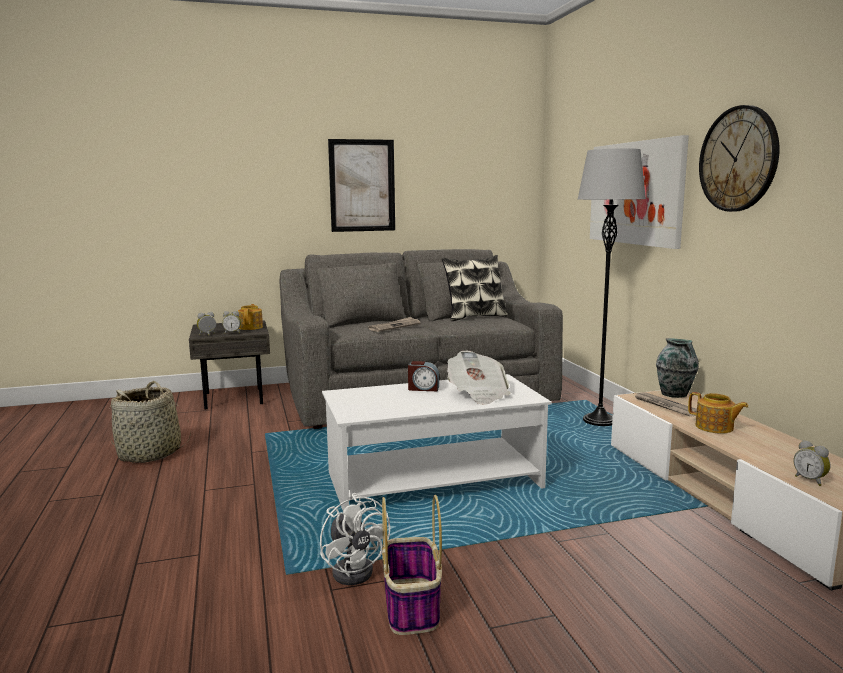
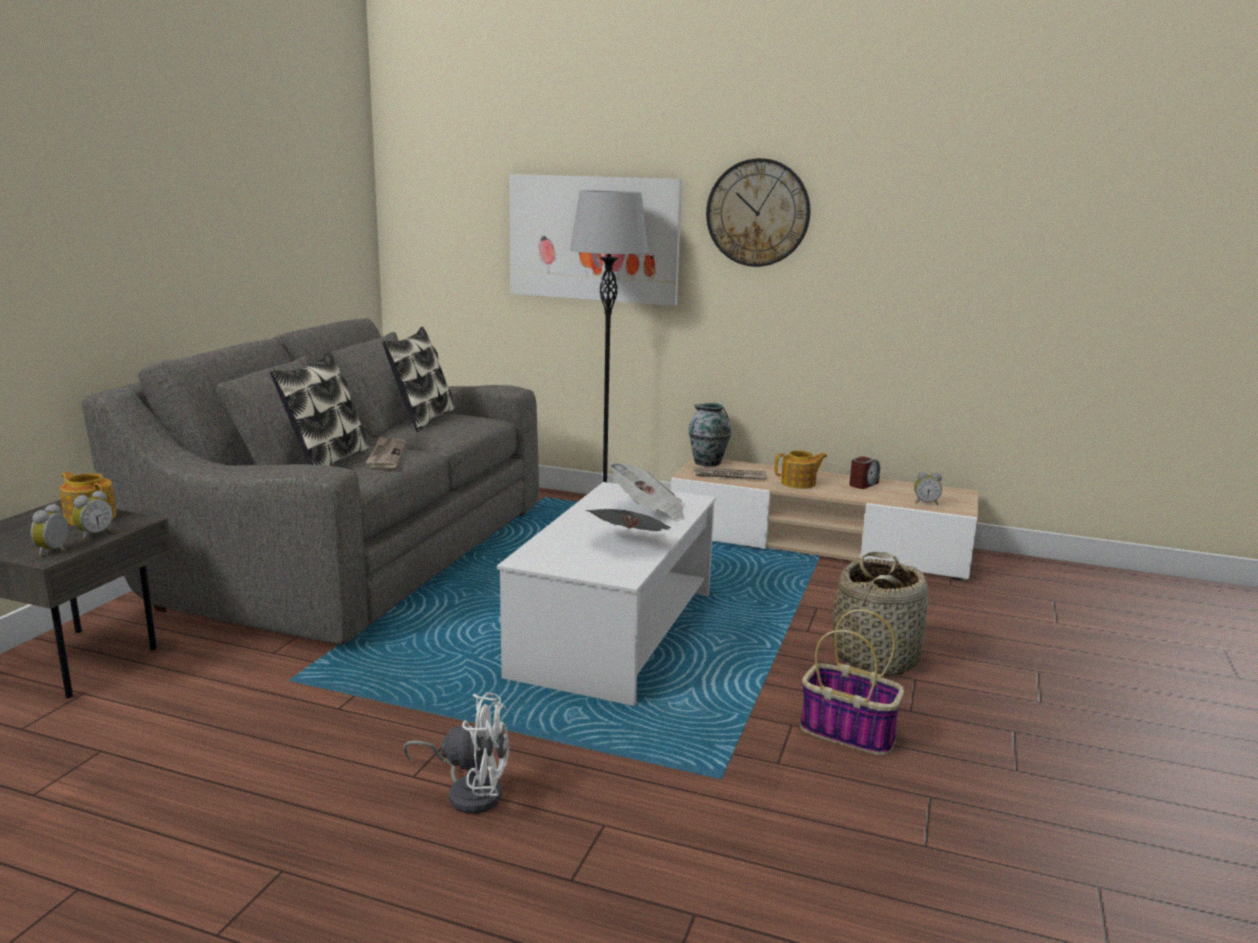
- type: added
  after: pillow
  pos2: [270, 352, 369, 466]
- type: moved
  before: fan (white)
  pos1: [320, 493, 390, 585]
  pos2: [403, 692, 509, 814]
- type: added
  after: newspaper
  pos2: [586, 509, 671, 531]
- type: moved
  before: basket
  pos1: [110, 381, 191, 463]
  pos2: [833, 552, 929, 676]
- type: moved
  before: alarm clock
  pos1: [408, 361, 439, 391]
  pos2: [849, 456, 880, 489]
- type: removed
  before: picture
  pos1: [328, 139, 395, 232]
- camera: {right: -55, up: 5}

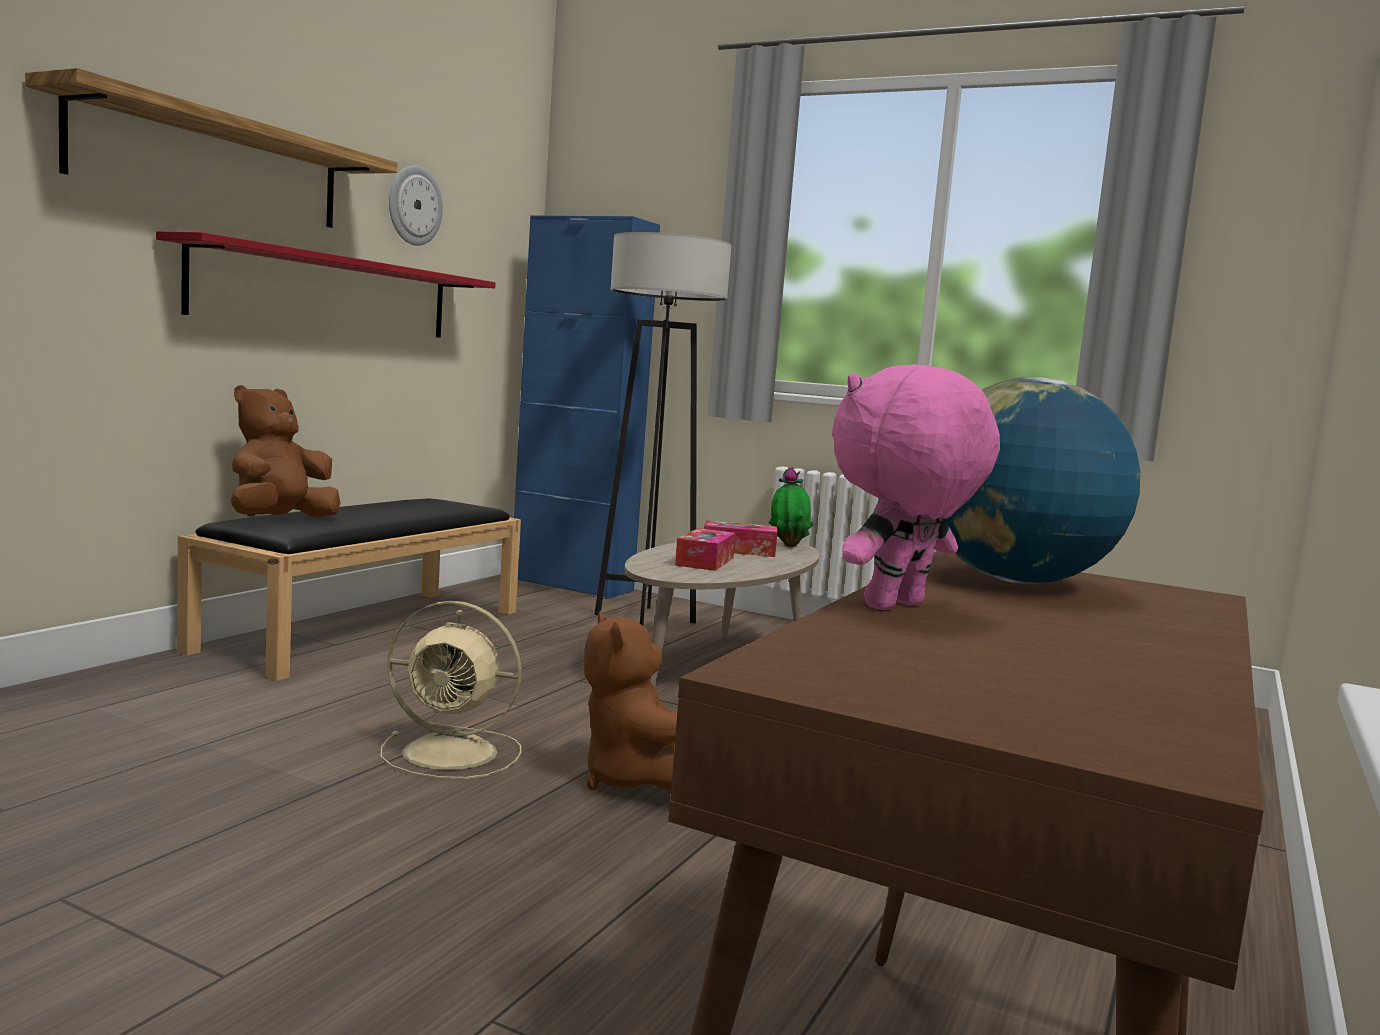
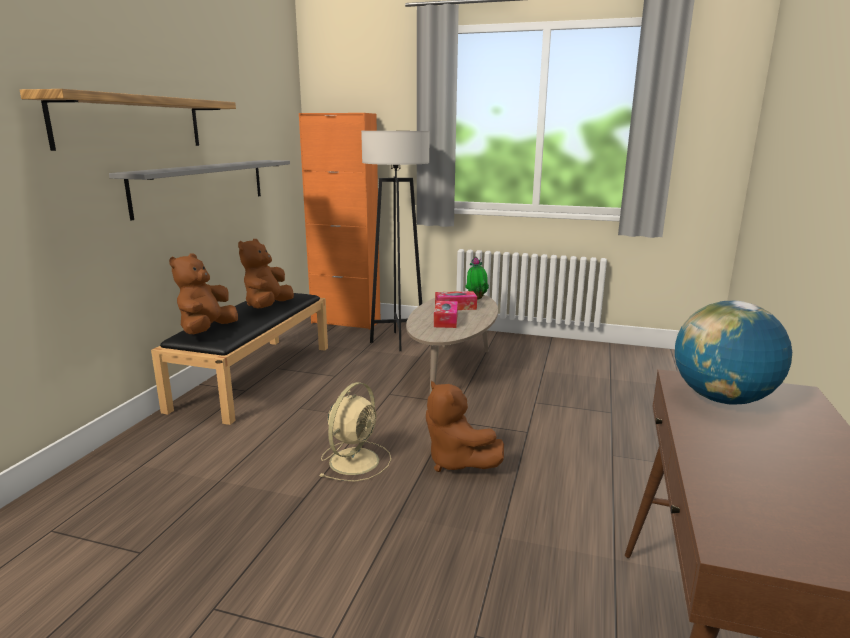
- type: recoloured
  before: shelf (red)
  after: shelf (grey)
  pos1: [156, 231, 496, 338]
  pos2: [109, 160, 290, 221]
- type: added
  after: plush toy (brown)
  pos2: [238, 239, 294, 308]
- type: recoloured
  before: cabinet (blue)
  after: cabinet (orange)
  pos1: [514, 215, 660, 599]
  pos2: [299, 113, 380, 330]
- type: turned
  before: fan (beige)
  pos1: [380, 601, 522, 779]
  pos2: [320, 382, 391, 482]
  turn: -60
- type: removed
  before: wall clock
  pos1: [389, 165, 443, 246]
- type: removed
  before: plush toy (pink)
  pos1: [832, 364, 1000, 610]
- camera: {right: -10, up: 10}

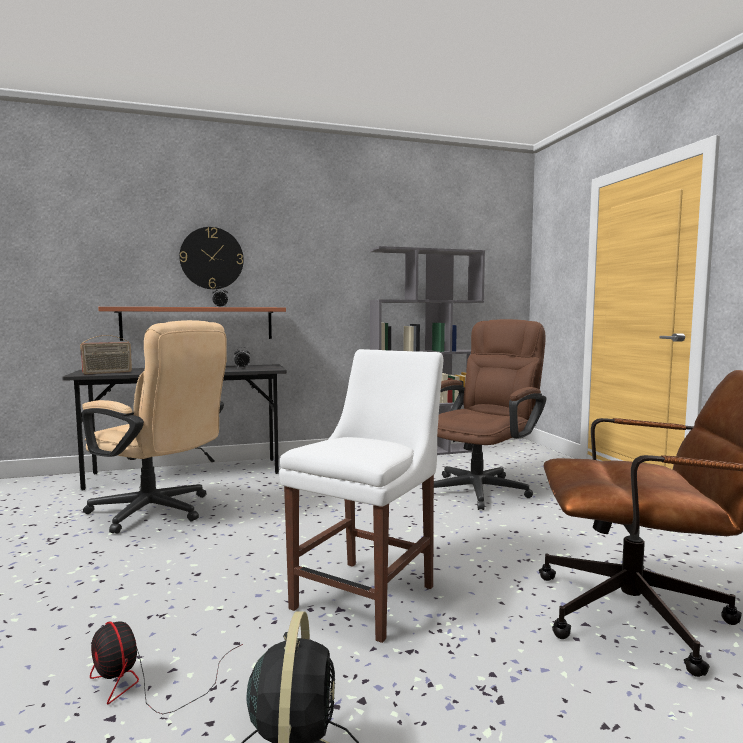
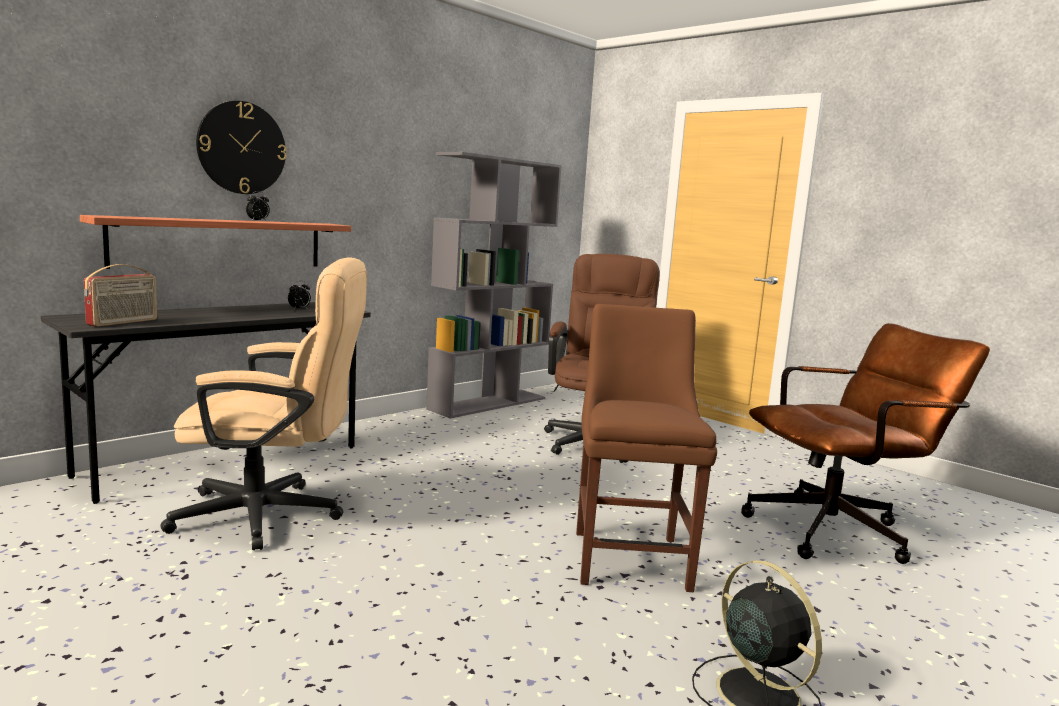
- type: recoloured
  before: chair (white)
  after: chair (brown)
  pos1: [279, 349, 443, 643]
  pos2: [576, 304, 717, 592]
- type: removed
  before: fan
  pos1: [90, 621, 243, 714]
- camera: {right: -30, up: 5}

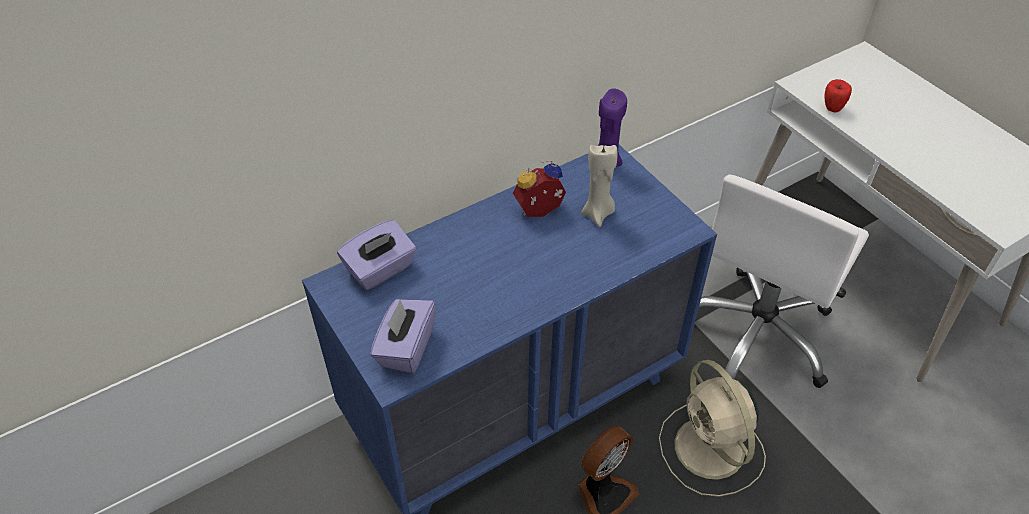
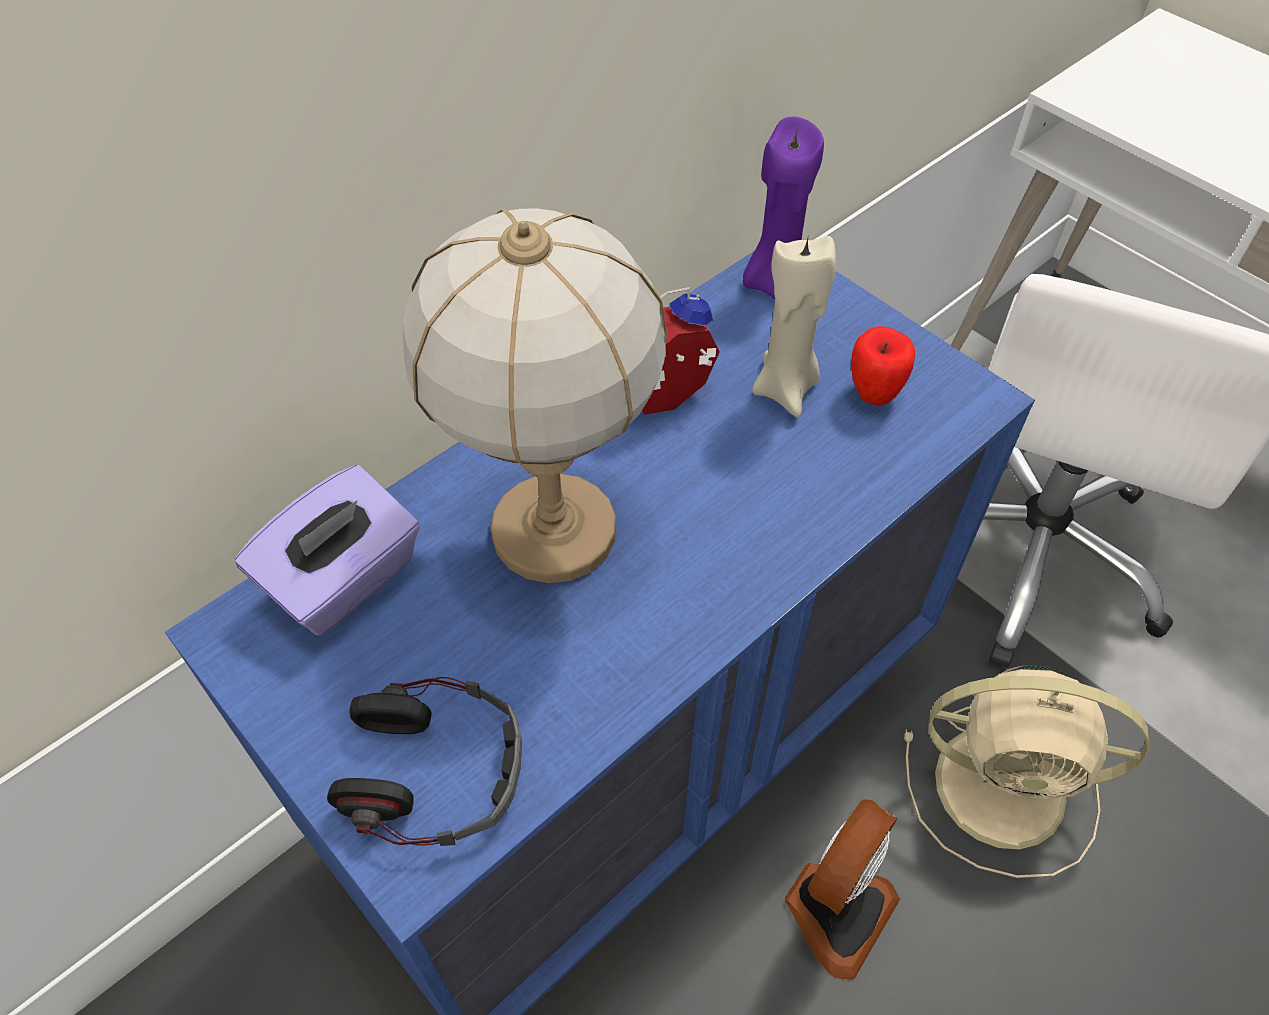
- type: replaced
  before: tissue box (purple)
  after: headphones
  pos1: [370, 299, 436, 373]
  pos2: [327, 677, 522, 846]
- type: added
  after: table lamp
  pos2: [403, 209, 668, 583]
- type: moved
  before: apple
  pos1: [824, 79, 852, 112]
  pos2: [851, 326, 915, 406]
- type: turned
  before: fan (beige)
  pos1: [659, 360, 766, 497]
  pos2: [904, 665, 1149, 878]
  turn: -45
- camera: {right: -10, up: 5}

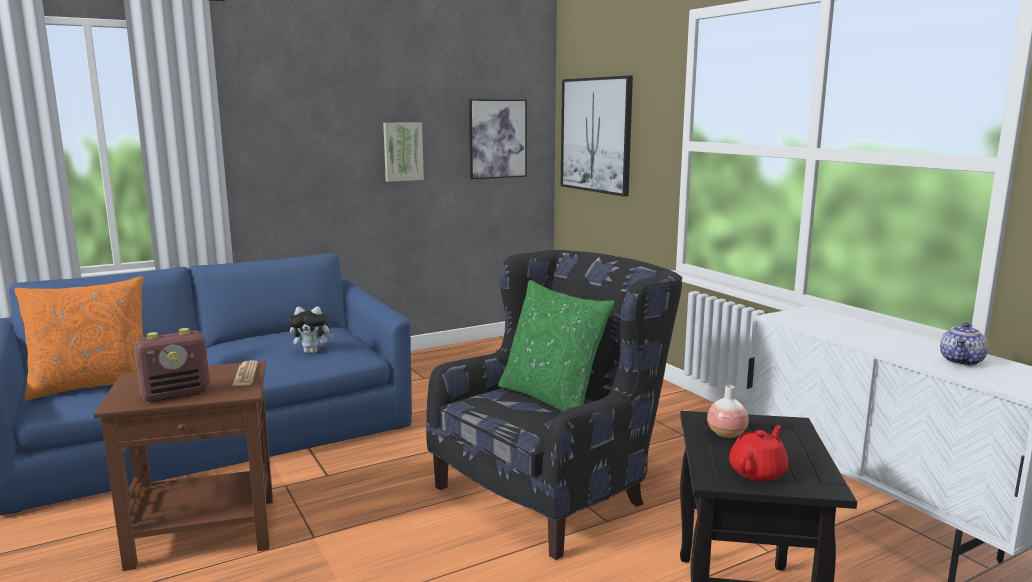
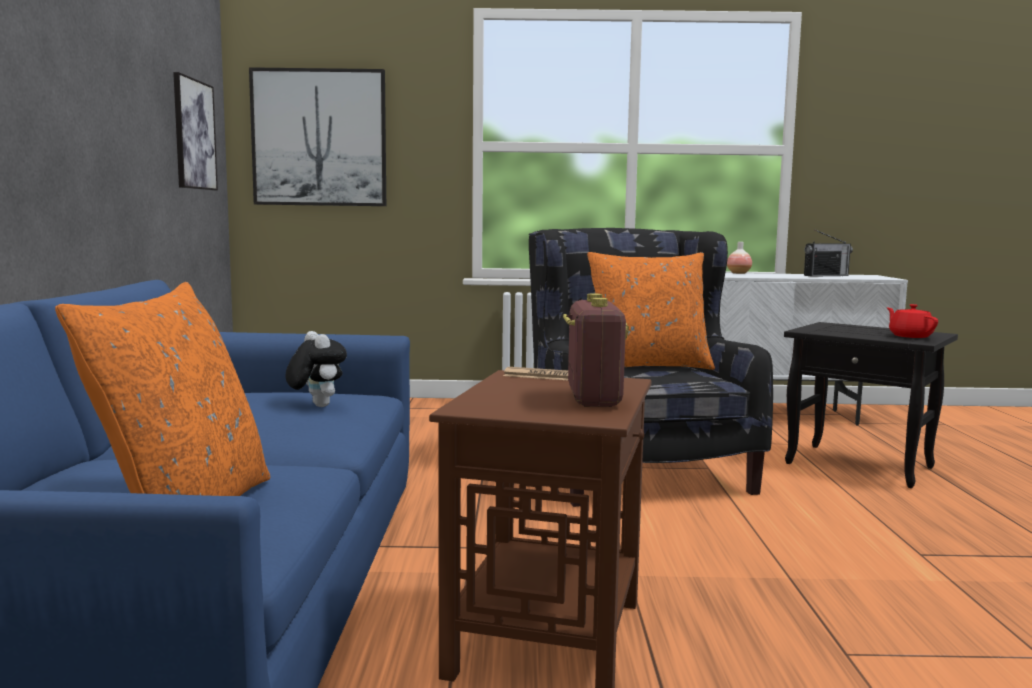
- type: turned
  before: plush toy
  pos1: [288, 307, 334, 353]
  pos2: [285, 331, 347, 407]
  turn: -60
- type: recoloured
  before: pillow (green)
  after: pillow (orange)
  pos1: [498, 280, 615, 412]
  pos2: [587, 252, 715, 370]
- type: moved
  before: vase
  pos1: [707, 385, 749, 438]
  pos2: [727, 242, 752, 274]
- type: replaced
  before: teapot
  after: radio
  pos1: [940, 322, 988, 366]
  pos2: [804, 230, 853, 277]
- type: removed
  before: picture
  pos1: [383, 122, 424, 182]
- camera: {right: -60, up: -5}

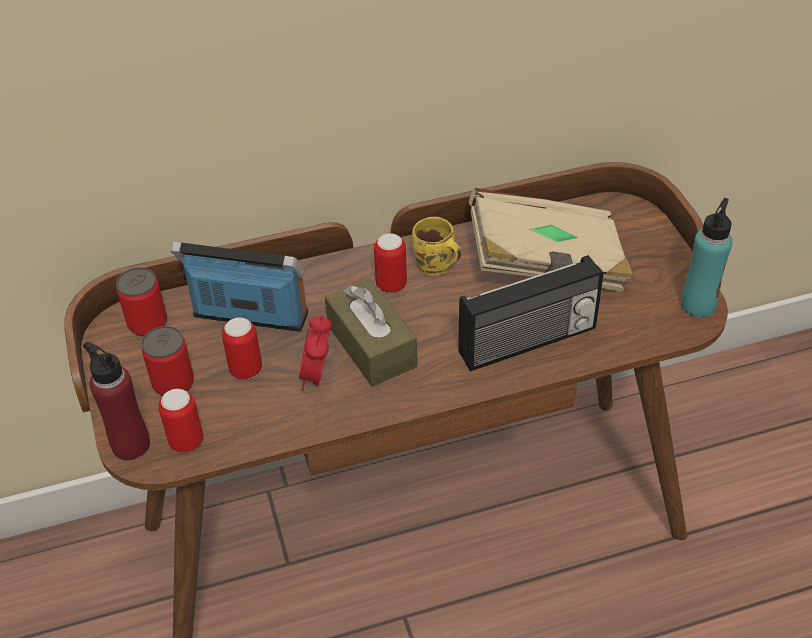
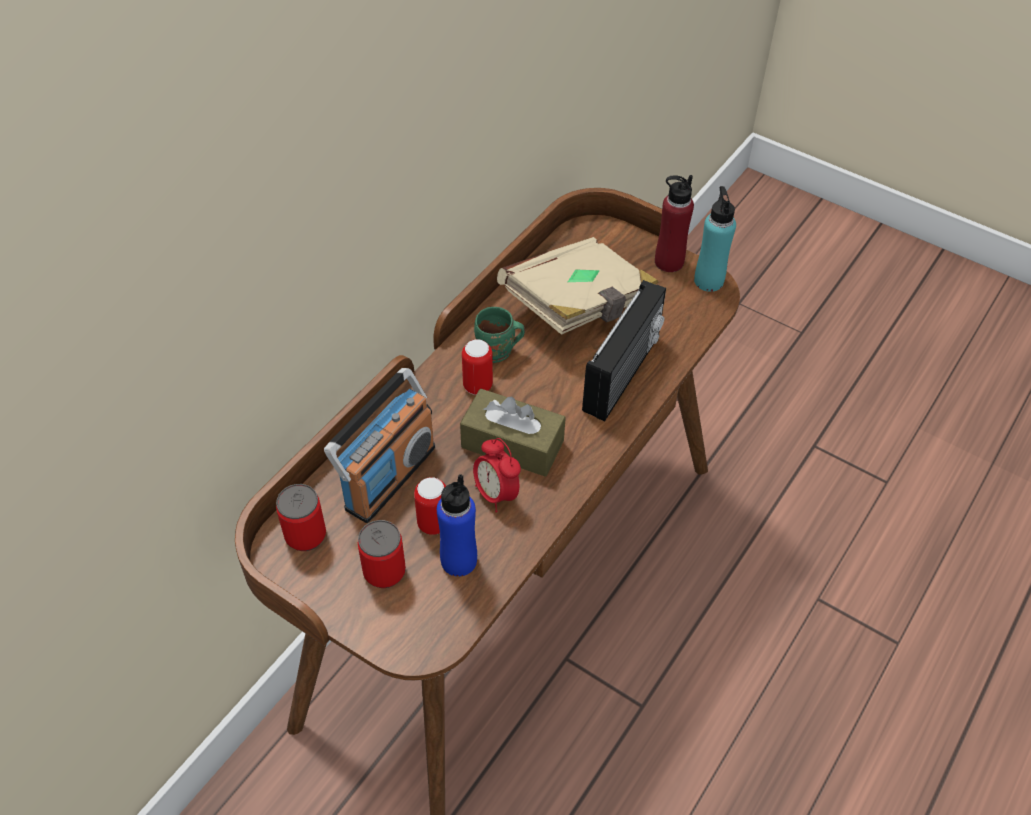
- type: turned
  before: radio
  pos1: [171, 242, 308, 331]
  pos2: [324, 368, 435, 523]
  turn: 150
- type: added
  after: bottle (blue)
  pos2: [437, 474, 477, 577]
- type: recoloured
  before: mug (yellow)
  after: mug (green)
  pos1: [412, 217, 461, 276]
  pos2: [474, 307, 525, 363]
- type: moved
  before: bottle (red)
  pos1: [83, 342, 150, 460]
  pos2: [655, 175, 694, 272]
- type: removed
  before: can
  pos1: [158, 389, 203, 453]
- camera: {right: -40, up: 5}

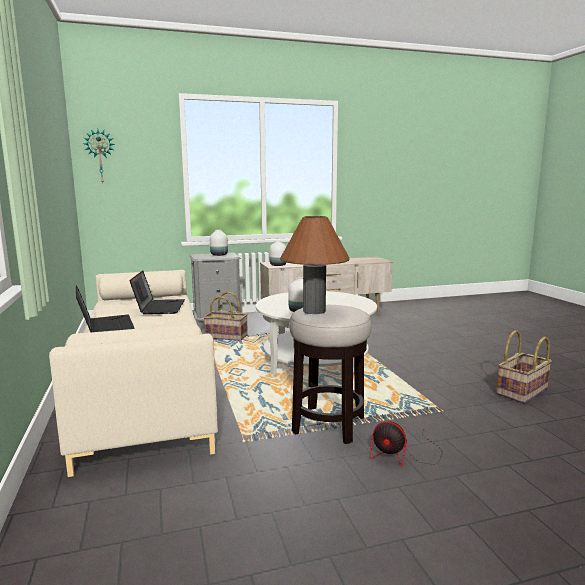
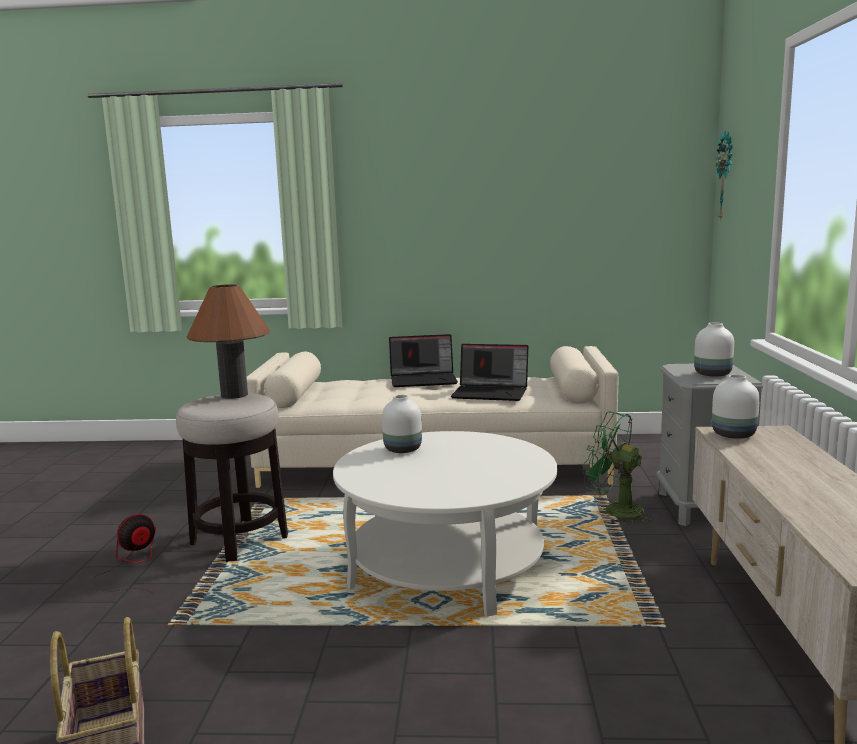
- type: replaced
  before: basket
  after: fan (green)
  pos1: [203, 292, 248, 341]
  pos2: [583, 412, 652, 525]
- camera: {right: 110, up: 0}

